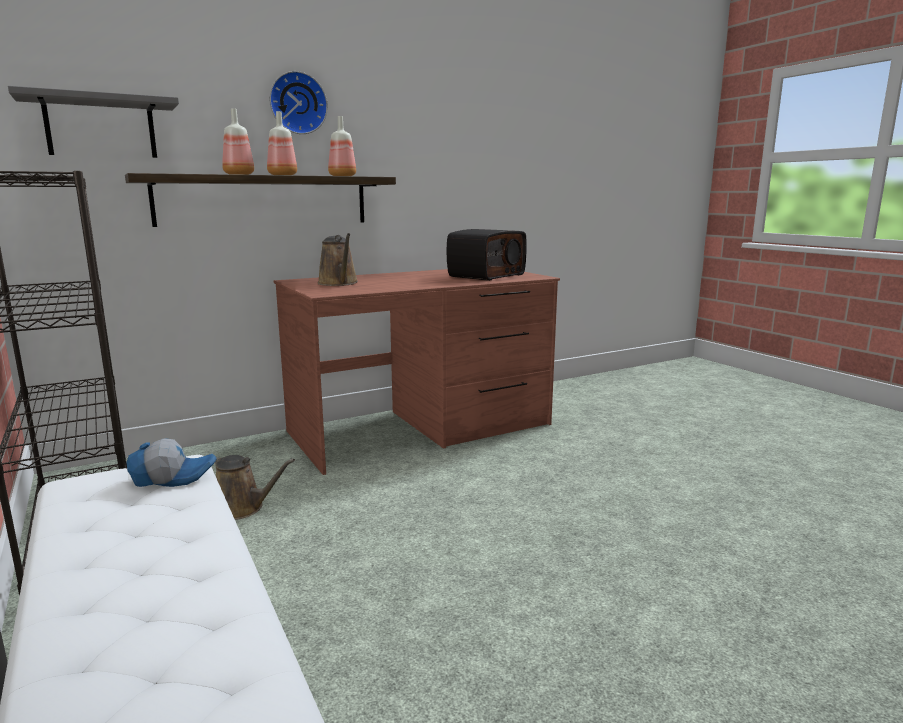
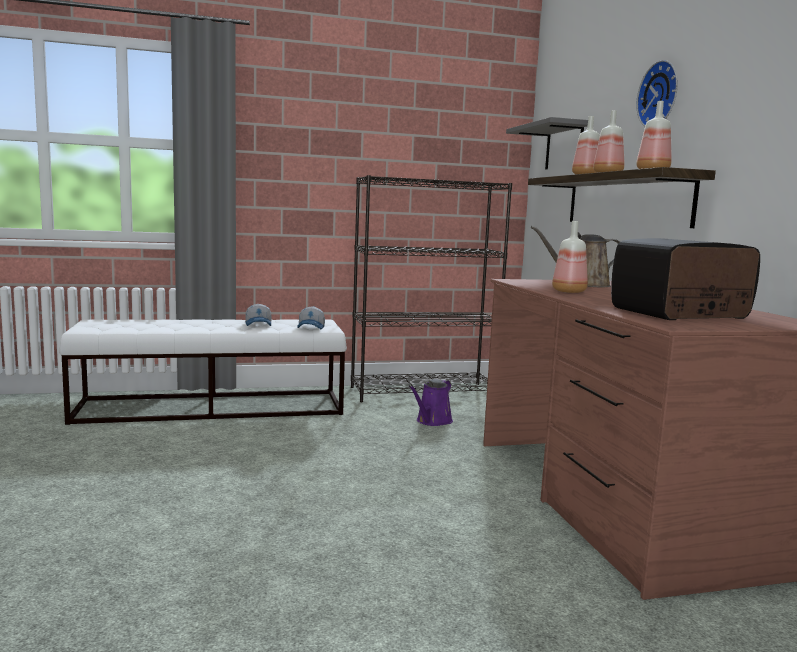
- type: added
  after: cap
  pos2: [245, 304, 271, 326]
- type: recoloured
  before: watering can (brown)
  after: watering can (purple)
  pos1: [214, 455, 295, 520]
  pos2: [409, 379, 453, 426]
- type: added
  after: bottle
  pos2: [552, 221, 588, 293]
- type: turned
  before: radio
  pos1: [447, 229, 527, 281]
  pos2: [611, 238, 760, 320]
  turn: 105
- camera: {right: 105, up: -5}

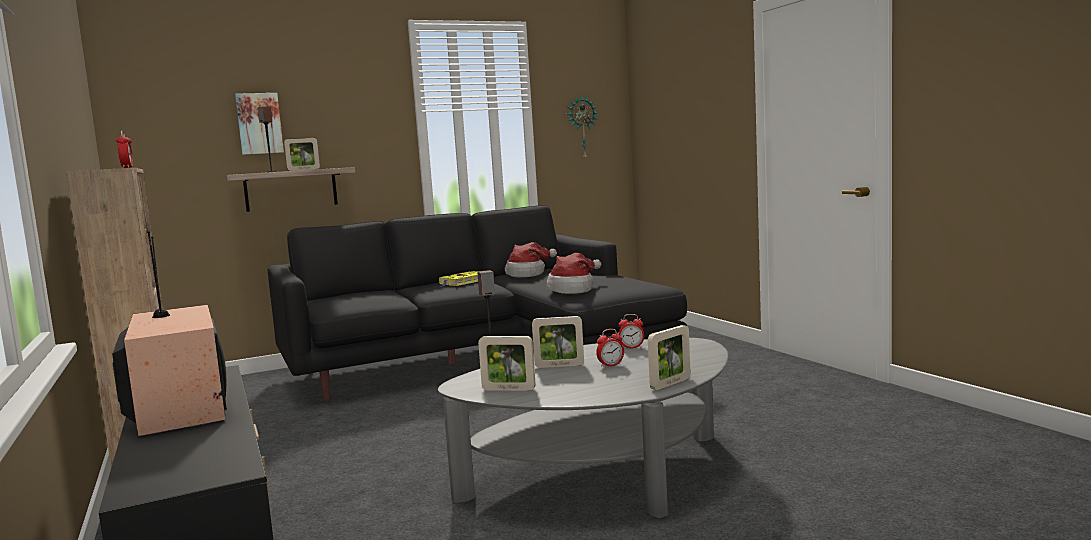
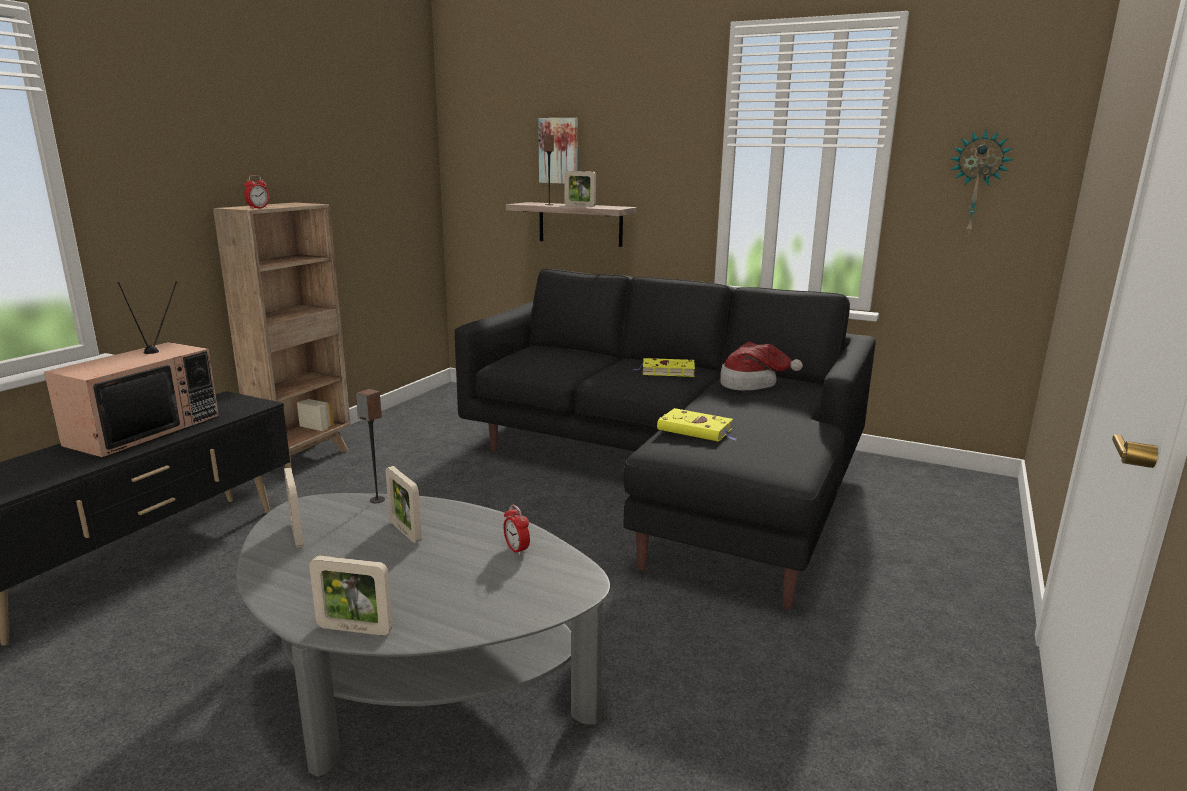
- type: replaced
  before: hat
  after: book (yellow)
  pos1: [546, 253, 601, 294]
  pos2: [657, 408, 736, 442]
- type: removed
  before: alarm clock
  pos1: [596, 329, 624, 368]
- camera: {right: 50, up: 10}

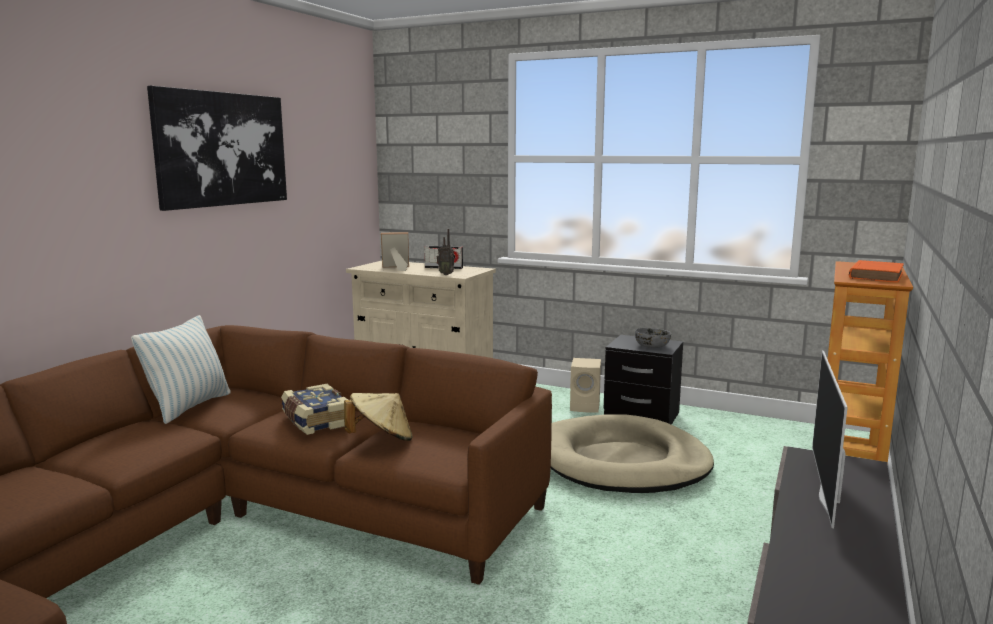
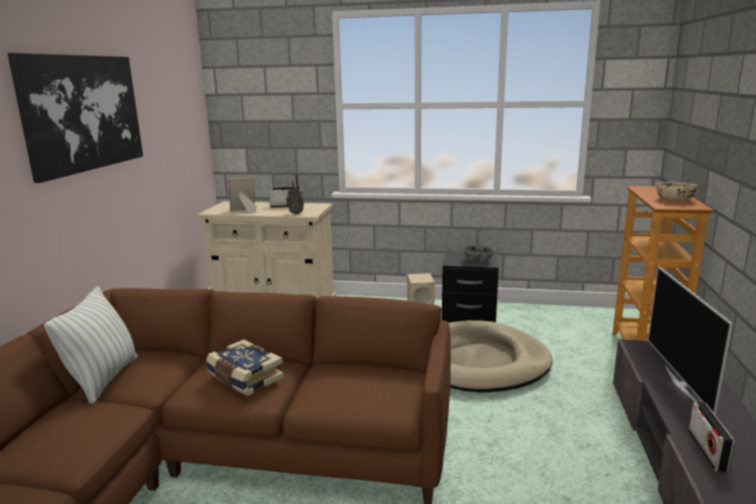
- type: replaced
  before: book (orange)
  after: bowl (beige)
  pos1: [849, 260, 904, 282]
  pos2: [656, 182, 697, 201]
- type: added
  after: radio
  pos2: [688, 402, 735, 472]
- type: removed
  before: hat (beige)
  pos1: [344, 393, 413, 441]
- camera: {right: -15, up: 5}

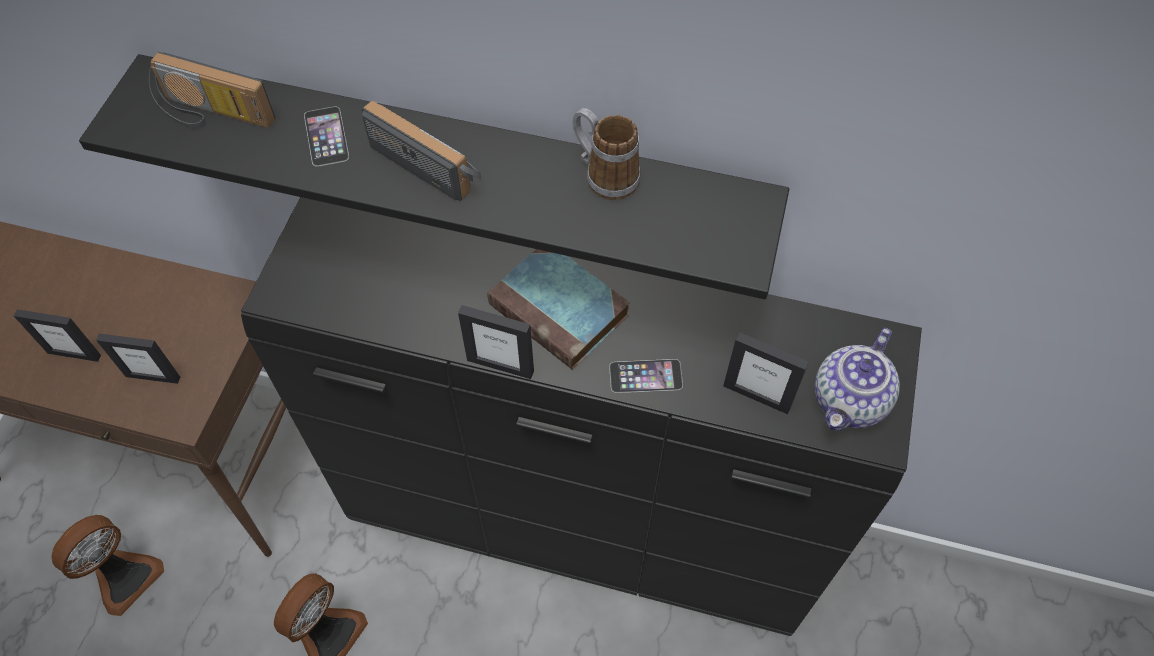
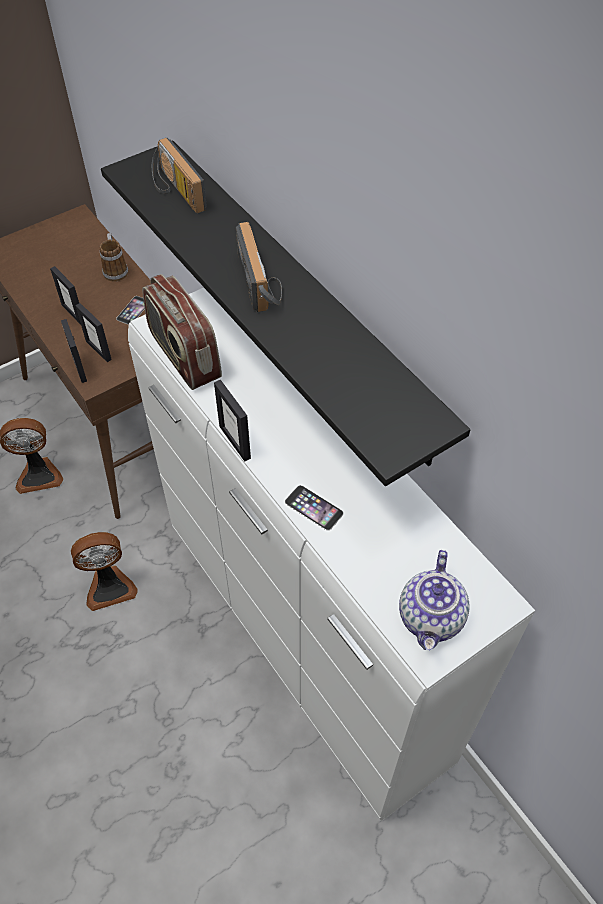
- type: moved
  before: picture frame
  pos1: [723, 332, 809, 414]
  pos2: [61, 319, 87, 383]
- type: moved
  before: mug
  pos1: [573, 108, 640, 200]
  pos2: [100, 233, 128, 282]
- type: moved
  before: phone
  pos1: [304, 106, 349, 167]
  pos2: [116, 296, 145, 325]
- type: recoloured
  before: dresser (black)
  after: dresser (white)
  pos1: [241, 197, 922, 636]
  pos2: [128, 287, 535, 821]
- type: added
  after: radio
  pos2: [142, 274, 222, 390]
- type: turned
  before: teapot
  pos1: [815, 328, 900, 431]
  pos2: [399, 550, 470, 650]
  turn: -60
- type: removed
  before: book
  pos1: [487, 249, 630, 370]
- camera: {right: 40, up: -5}

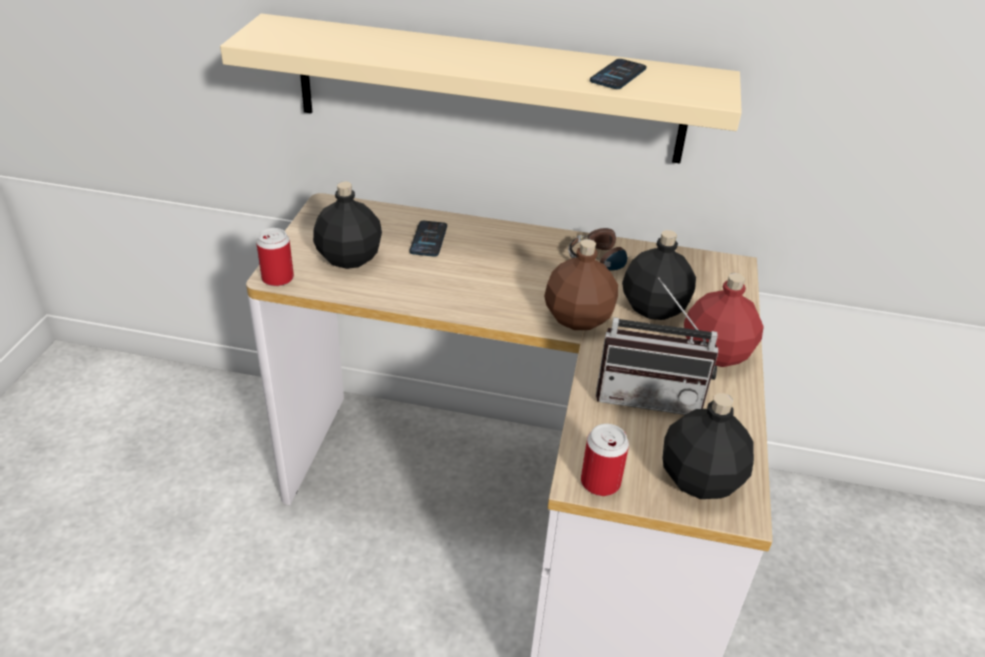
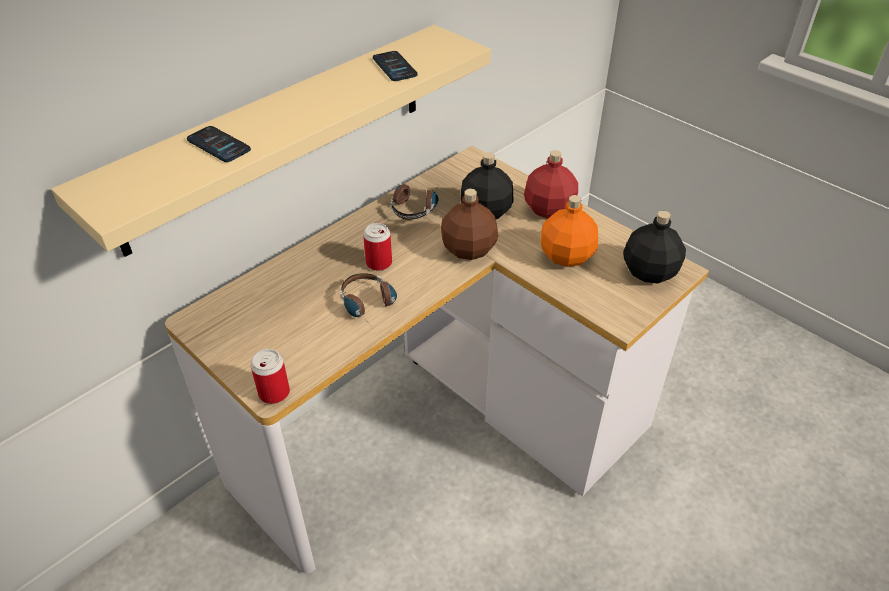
- type: moved
  before: phone
  pos1: [410, 221, 447, 257]
  pos2: [187, 126, 251, 162]
- type: added
  after: headphones
  pos2: [340, 273, 397, 329]
- type: moved
  before: can
  pos1: [581, 424, 629, 496]
  pos2: [363, 223, 392, 271]
- type: replaced
  before: radio
  after: bottle (orange)
  pos1: [596, 277, 718, 415]
  pos2: [541, 195, 598, 267]
- type: removed
  before: bottle (black)
  pos1: [313, 181, 382, 269]
- camera: {right: -55, up: 5}

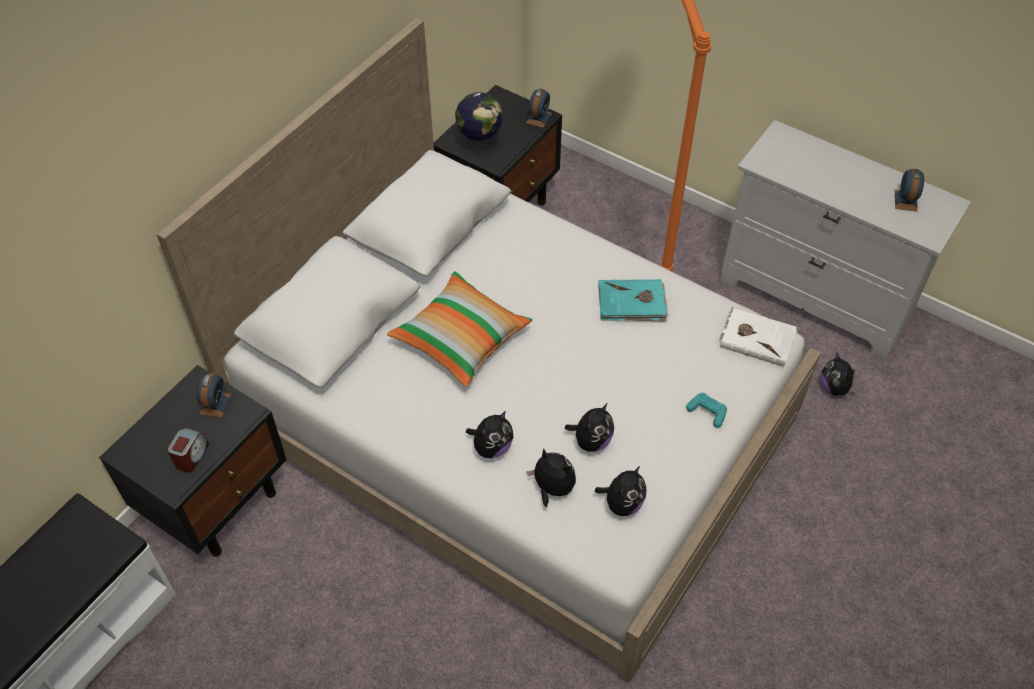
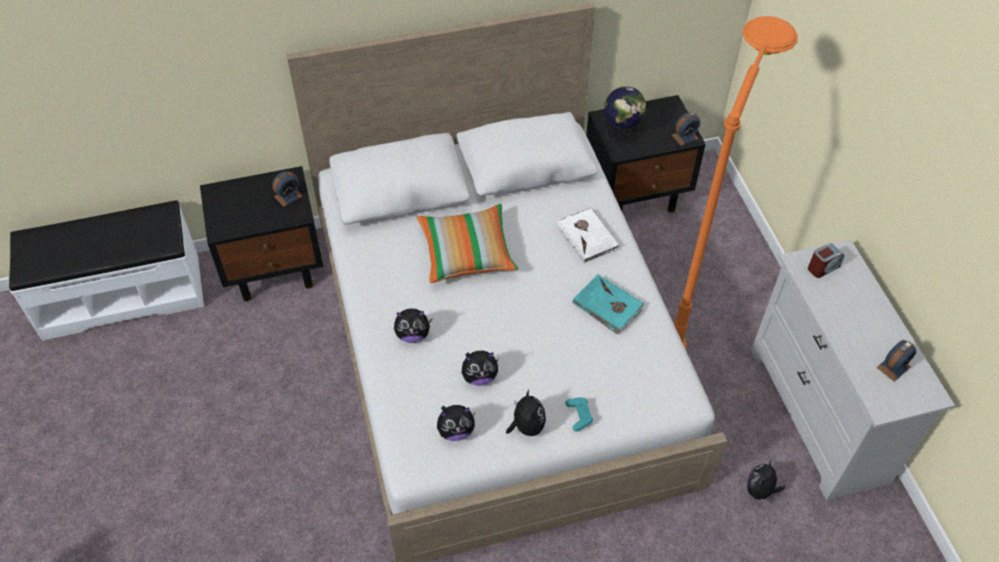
- type: moved
  before: plush toy
  pos1: [527, 448, 576, 507]
  pos2: [506, 390, 546, 436]
- type: moved
  before: book (white)
  pos1: [719, 307, 797, 367]
  pos2: [557, 208, 620, 263]
- type: moved
  before: alarm clock
  pos1: [168, 428, 209, 473]
  pos2: [808, 243, 844, 278]
- camera: {right: 40, up: 0}

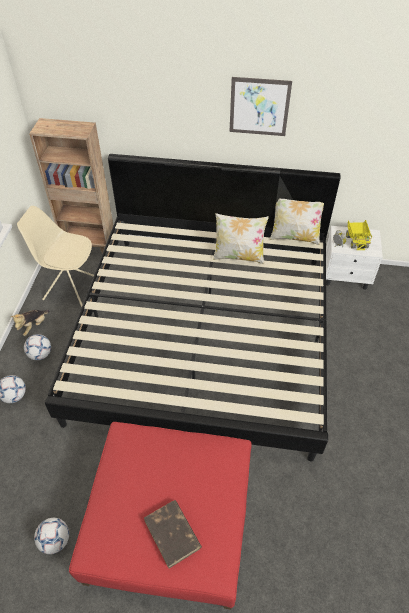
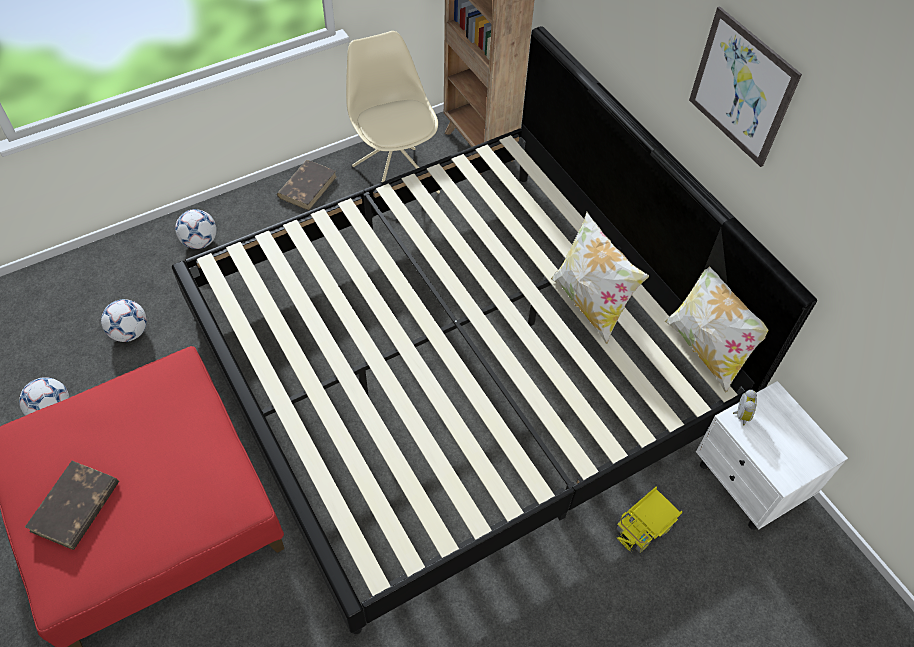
- type: moved
  before: football
  pos1: [24, 334, 51, 360]
  pos2: [101, 299, 147, 342]
- type: replaced
  before: plush toy
  after: book (brown)
  pos1: [11, 310, 50, 336]
  pos2: [277, 160, 336, 211]
- type: moved
  before: toy truck
  pos1: [346, 220, 372, 251]
  pos2: [616, 486, 683, 553]
- camera: {right: 50, up: 5}

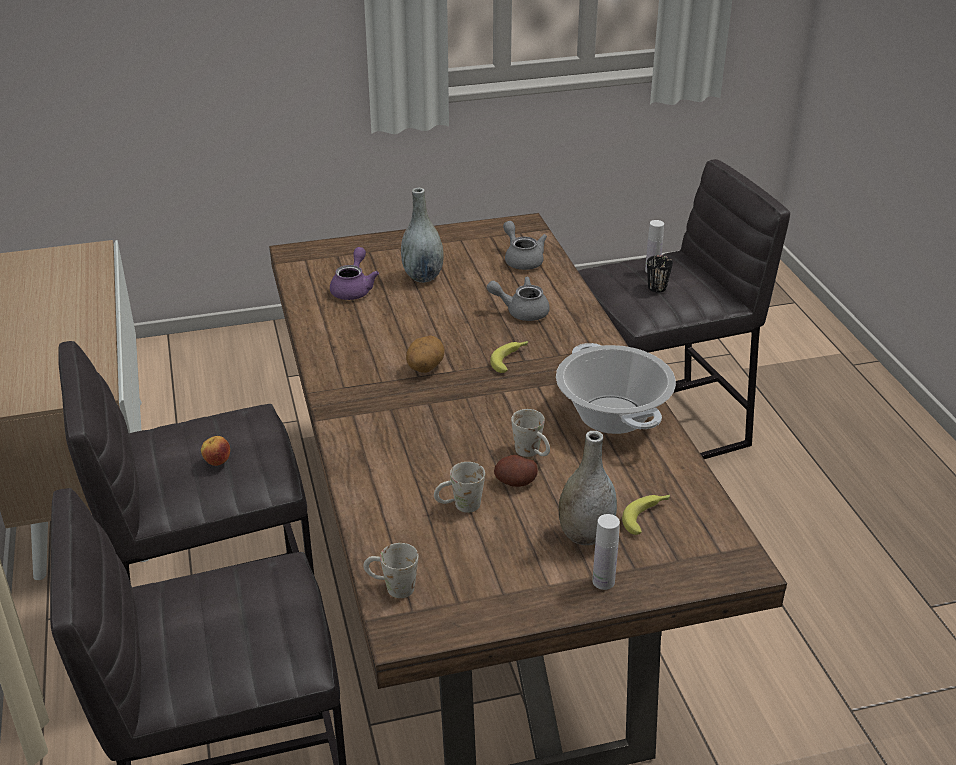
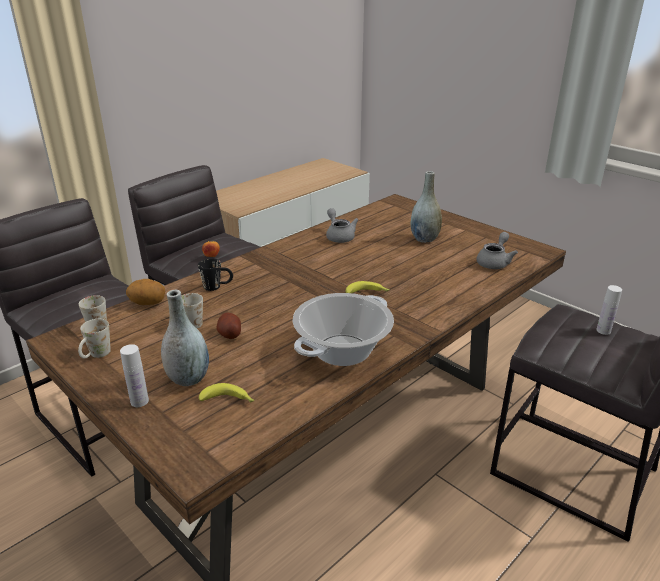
- type: moved
  before: mug (white)
  pos1: [511, 409, 550, 457]
  pos2: [78, 319, 111, 358]
- type: moved
  before: potato
  pos1: [406, 336, 445, 373]
  pos2: [126, 279, 165, 305]
- type: moved
  before: mug (black)
  pos1: [647, 255, 673, 292]
  pos2: [198, 258, 233, 291]
- type: moved
  before: teapot (grey)
  pos1: [487, 277, 550, 321]
  pos2: [326, 208, 358, 243]
- type: removed
  before: teapot (purple)
  pos1: [330, 247, 379, 300]
- camera: {right: 60, up: -5}

